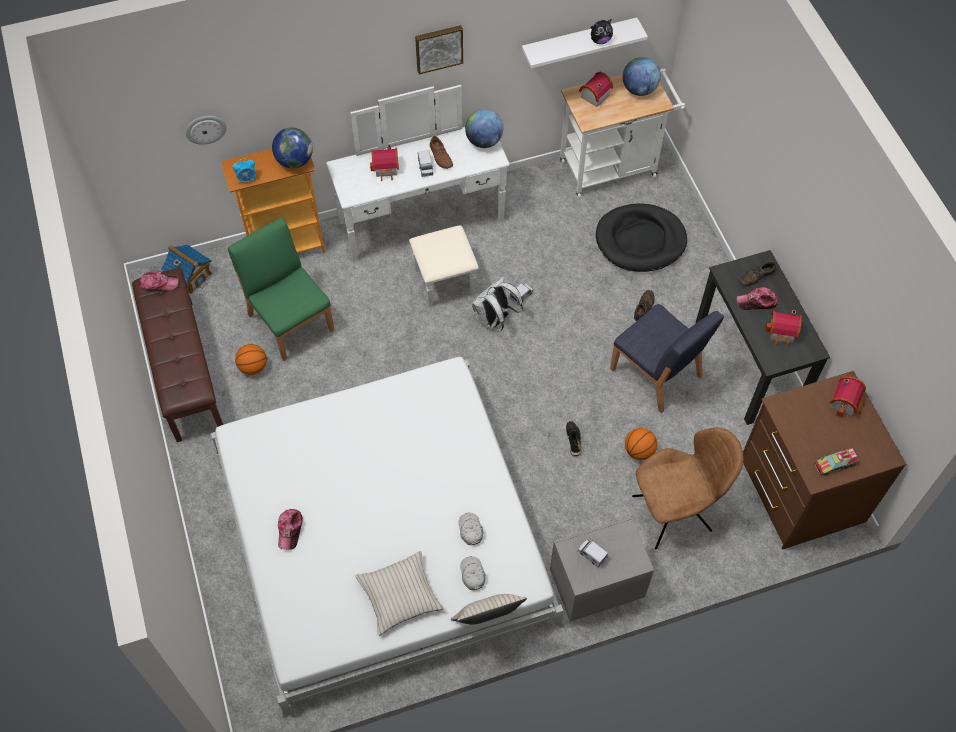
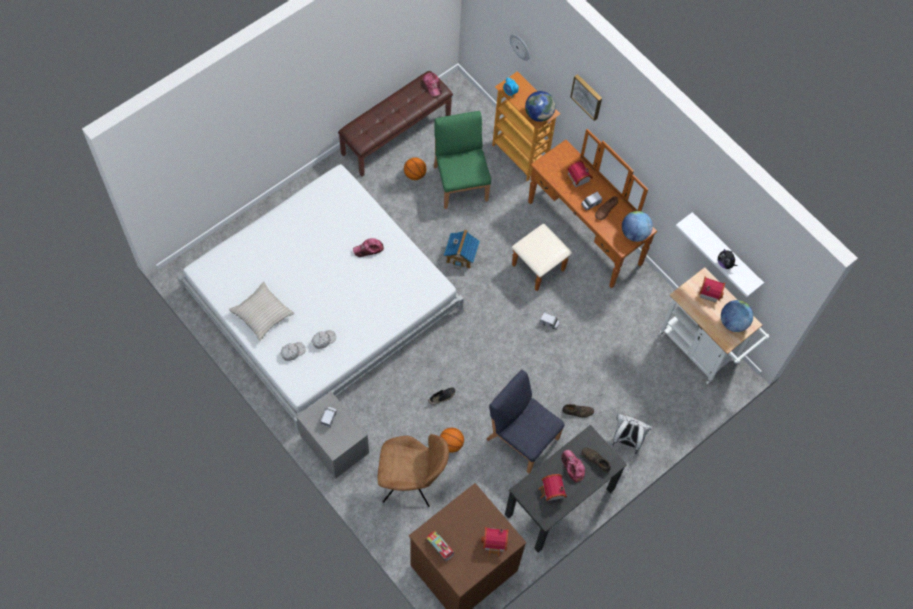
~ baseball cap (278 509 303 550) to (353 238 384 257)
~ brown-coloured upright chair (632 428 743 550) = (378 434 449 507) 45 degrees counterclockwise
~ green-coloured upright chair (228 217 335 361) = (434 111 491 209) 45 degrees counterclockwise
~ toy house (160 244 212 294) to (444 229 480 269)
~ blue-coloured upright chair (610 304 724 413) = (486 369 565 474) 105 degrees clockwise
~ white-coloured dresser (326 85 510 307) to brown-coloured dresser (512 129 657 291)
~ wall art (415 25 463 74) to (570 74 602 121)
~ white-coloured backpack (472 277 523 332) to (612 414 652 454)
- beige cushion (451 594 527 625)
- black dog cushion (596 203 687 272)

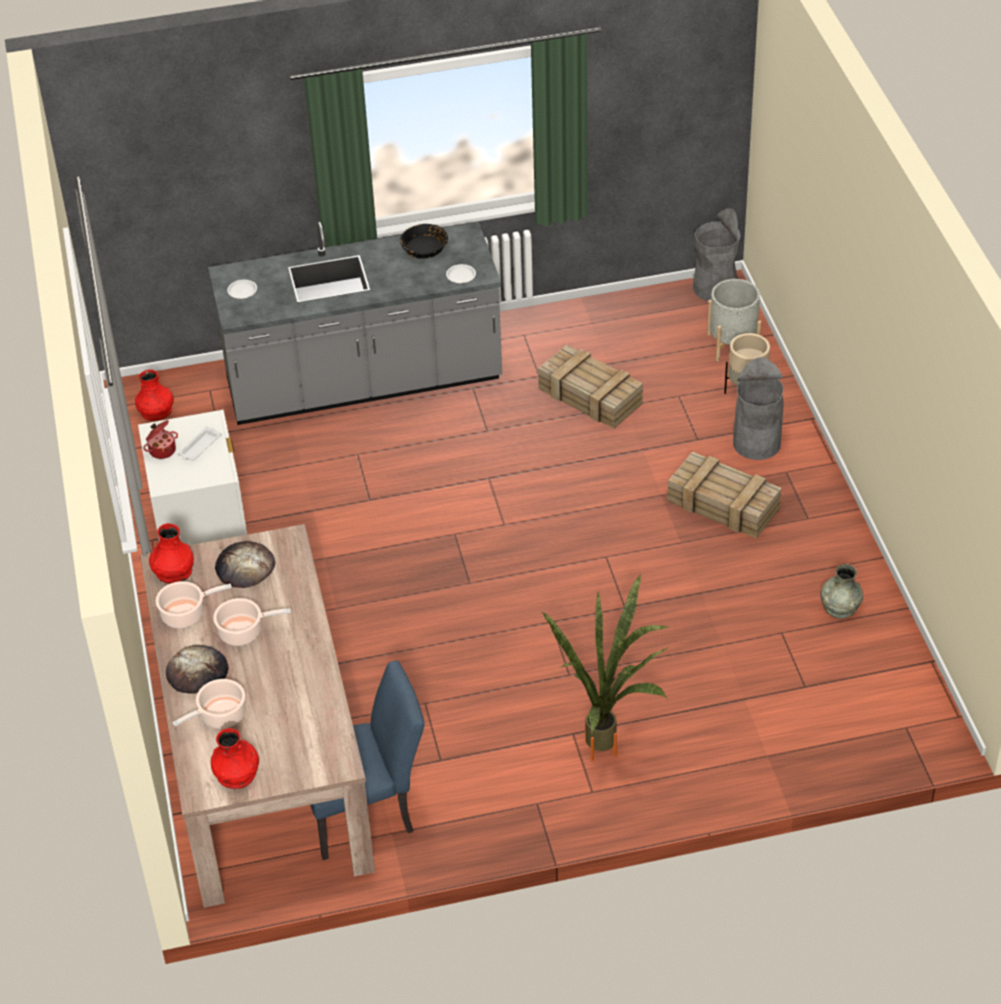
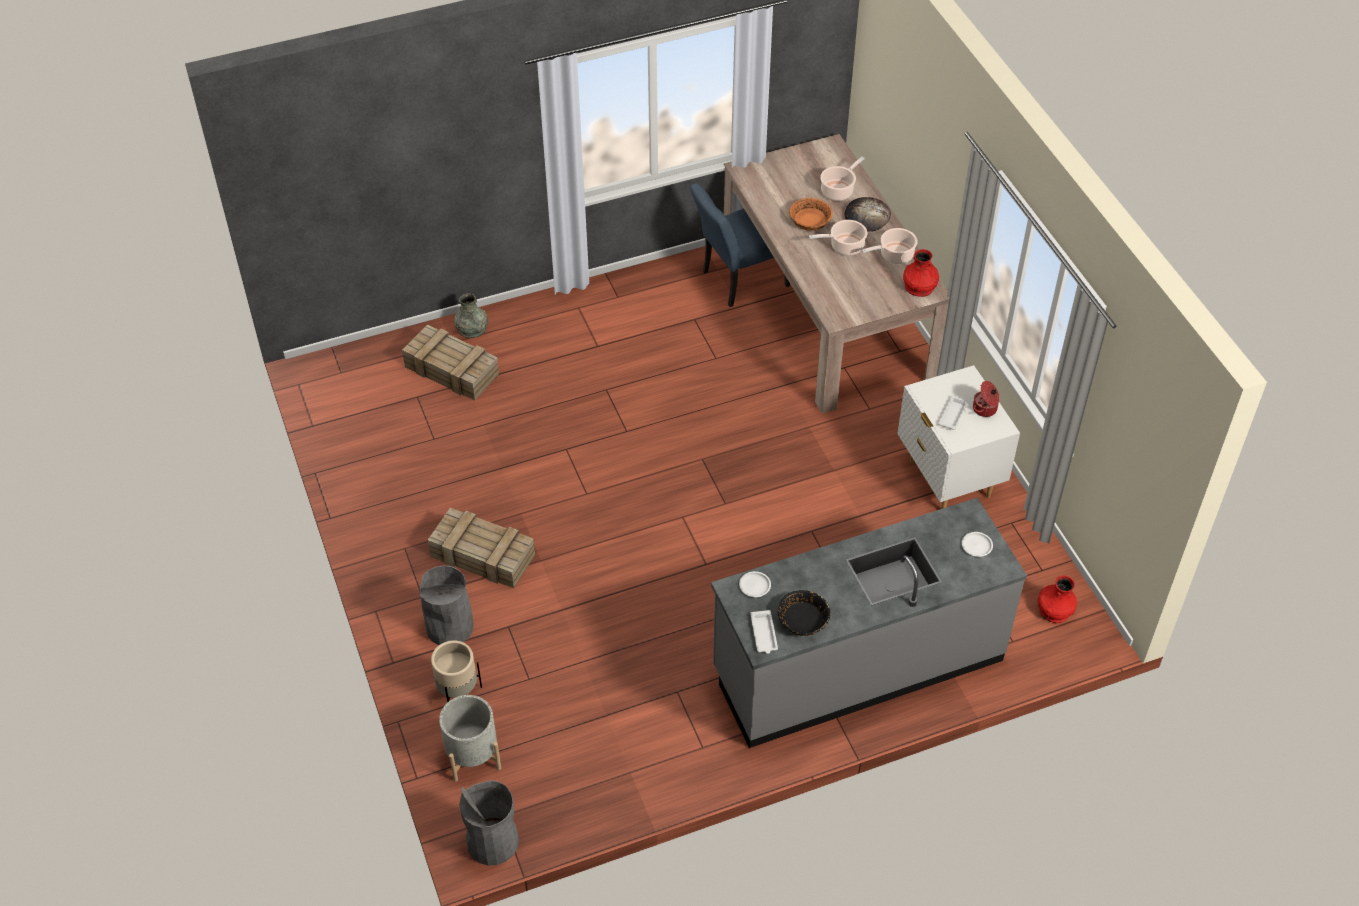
~ packing crate (538 345 643 429) to (402 325 499 401)
~ gray decorative vase (820 564 863 619) to (454 293 488 338)
+ white-coloured serving tray (750 610 778 654)
+ orange bowl (789 198 833 231)
- red decorative vase (211 728 259 789)
- bakery bread (215 541 275 588)
- potted plant (542 574 671 761)

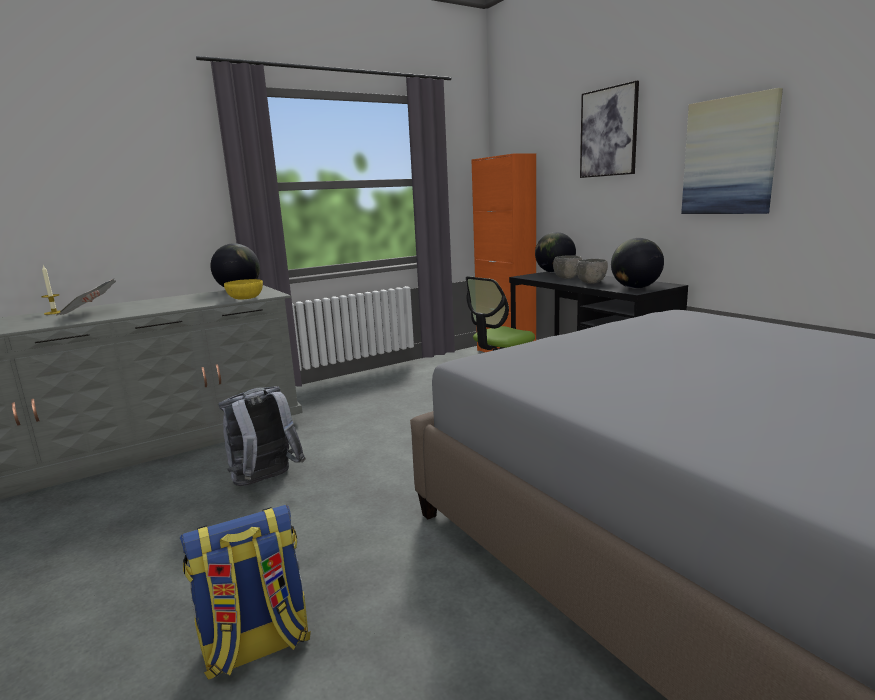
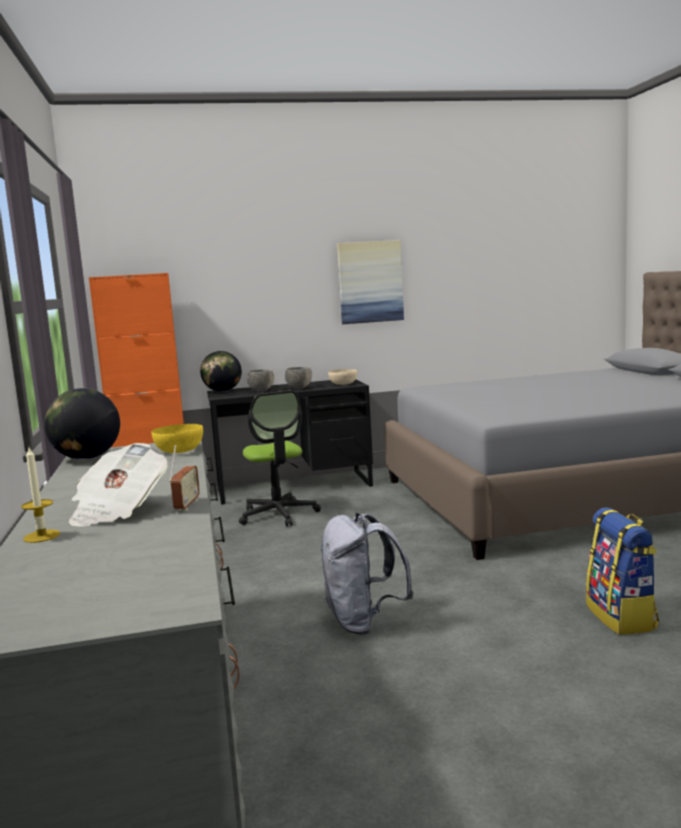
+ radio set (169 445 200 511)
~ world globe (611 238 664 288) to beige bowl (328 369 357 385)
- wall art (580 80 639 178)

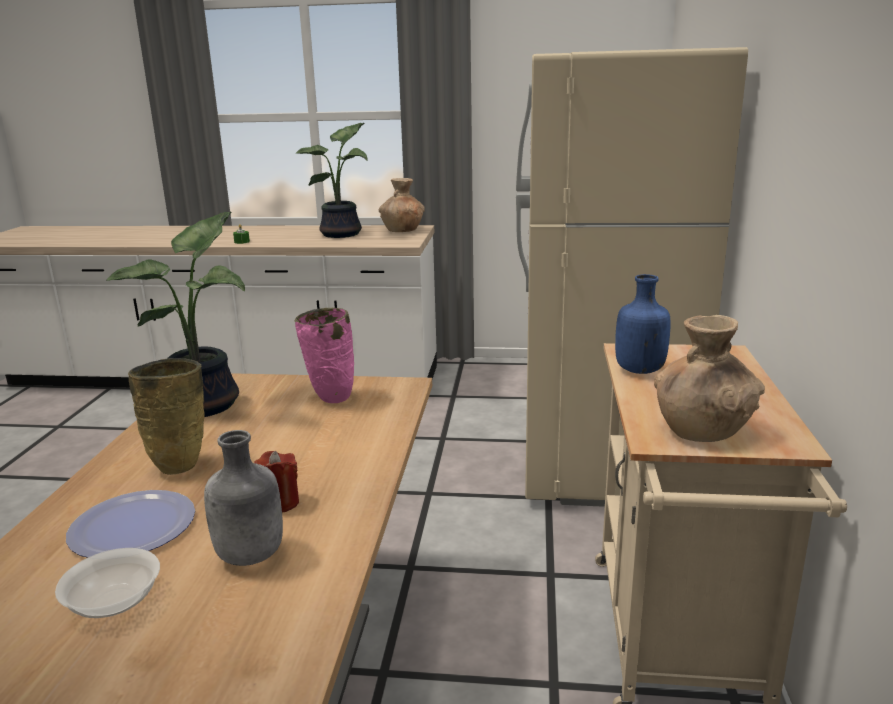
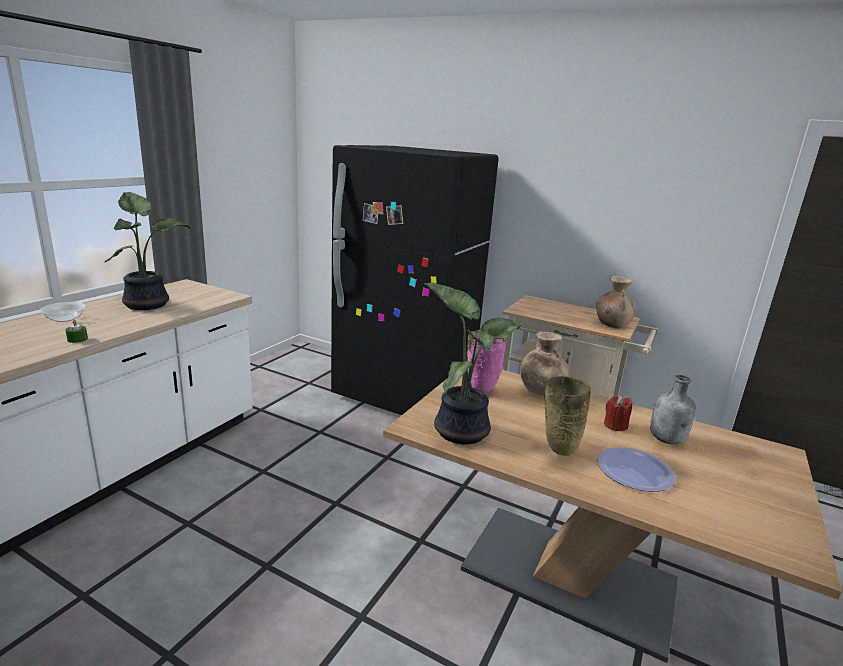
~ bowl (55 548 160 618) to (40 302 86 322)
~ beige fridge (516 47 748 507) to black fridge (331 145 499 415)
~ brown-coloured decorative vase (379 178 425 232) to (520 332 569 396)
- blue-coloured beverage bottle (615 274 671 374)

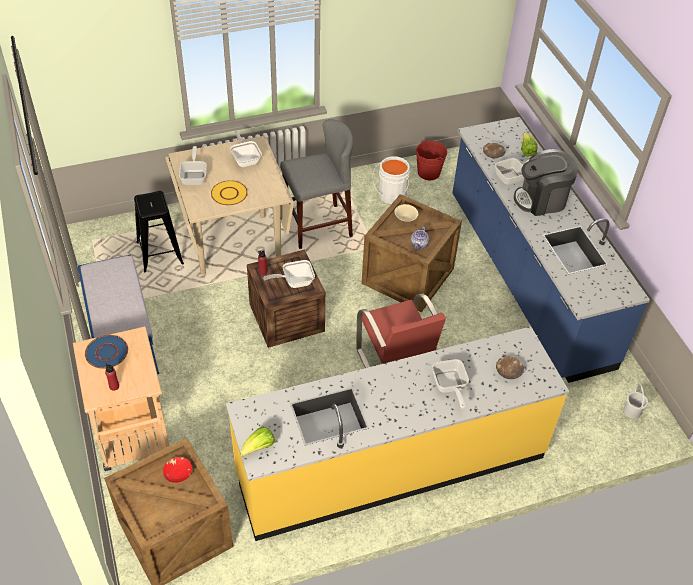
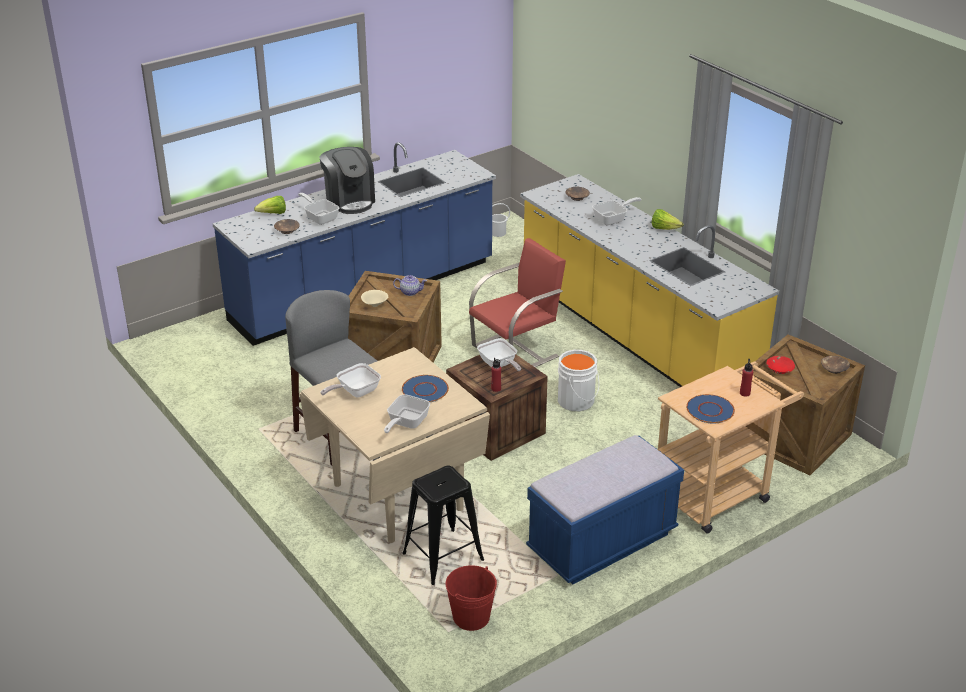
~ frying pan (179 146 207 185) = (384 394 430 433) 45 degrees counterclockwise
~ yellowish dinner plate (211 180 248 205) to blue-coloured dinner plate (402 375 449 402)
~ red bucket (416 141 447 180) to (446 565 497 631)
~ white-coloured bucket (372 156 410 204) to (558 350 599 411)
~ head of lettuce (240 426 275 457) to (652 209 684 230)
+ brown-coloured bowl (821 356 850 374)

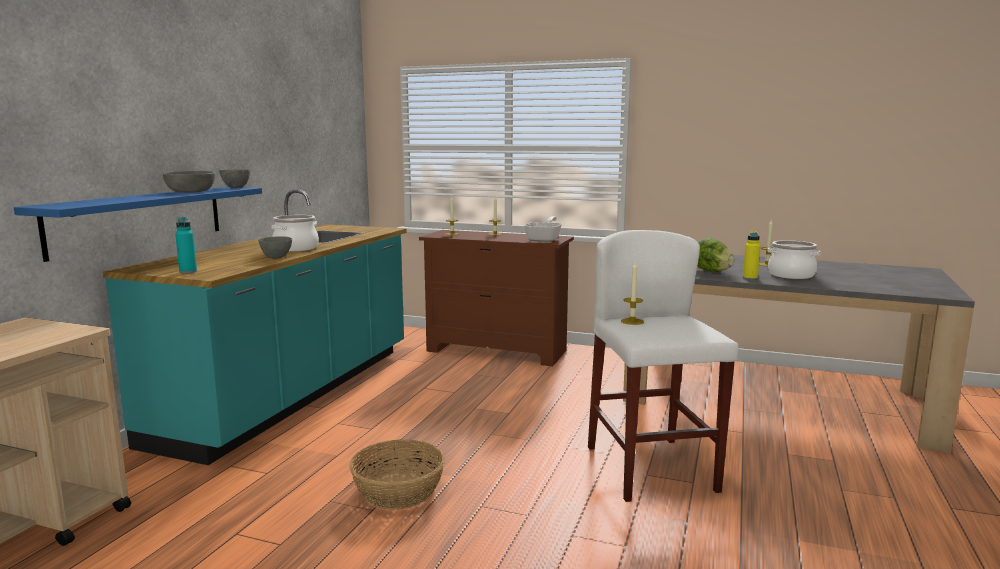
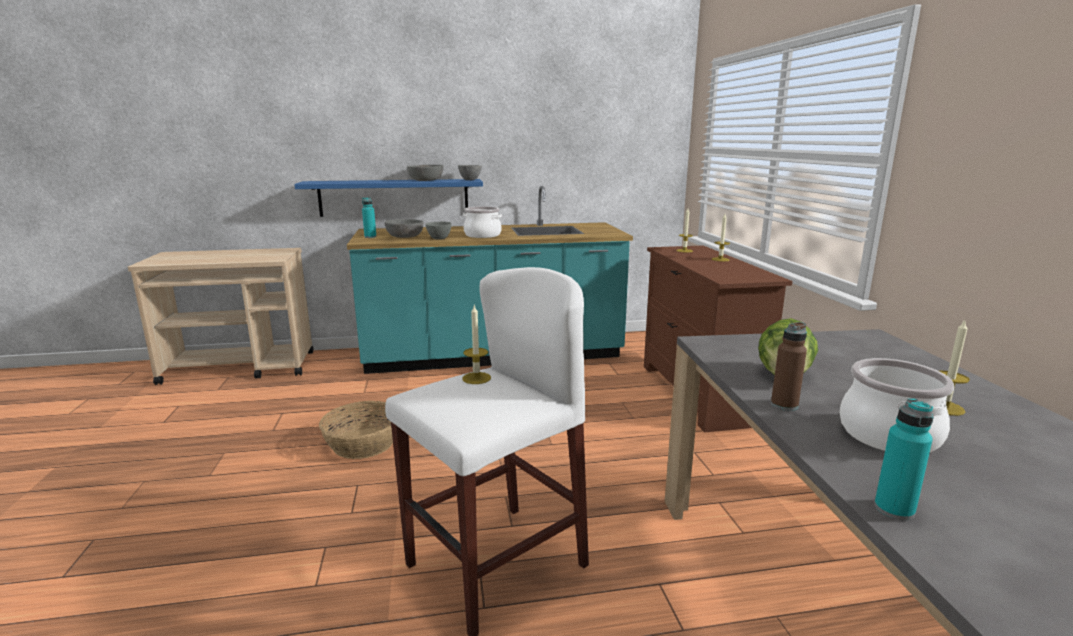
+ gray bowl (385 219 424 238)
~ yellowish beverage bottle (743 231 760 280) to brown-coloured beverage bottle (771 322 807 411)
+ turquoise-coloured beverage bottle (874 398 934 520)
- frying pan (524 216 562 242)

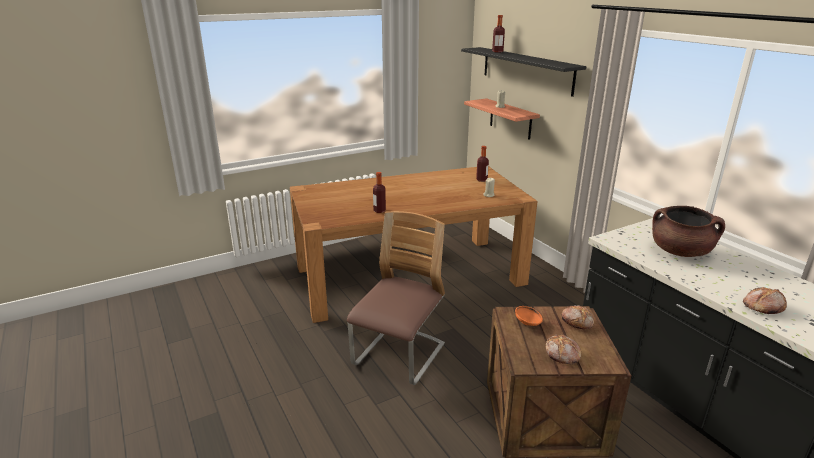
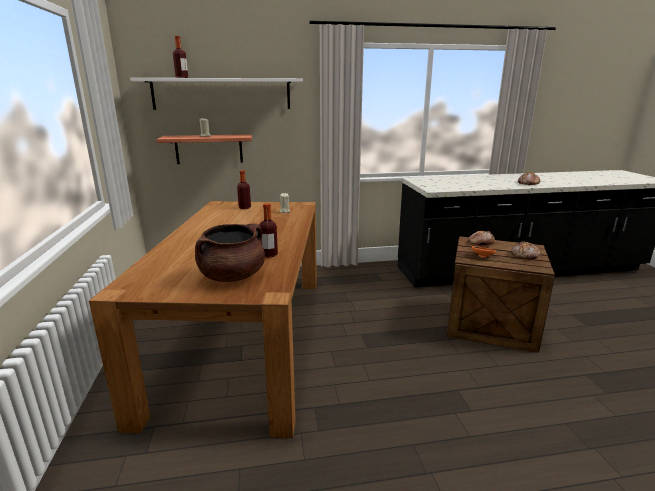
~ black bracket shelf (461 47 586 97) to white-coloured bracket shelf (130 78 303 110)
~ brown-coloured stockpot (652 206 725 257) to (195 224 265 282)
- upright chair (347 211 445 385)

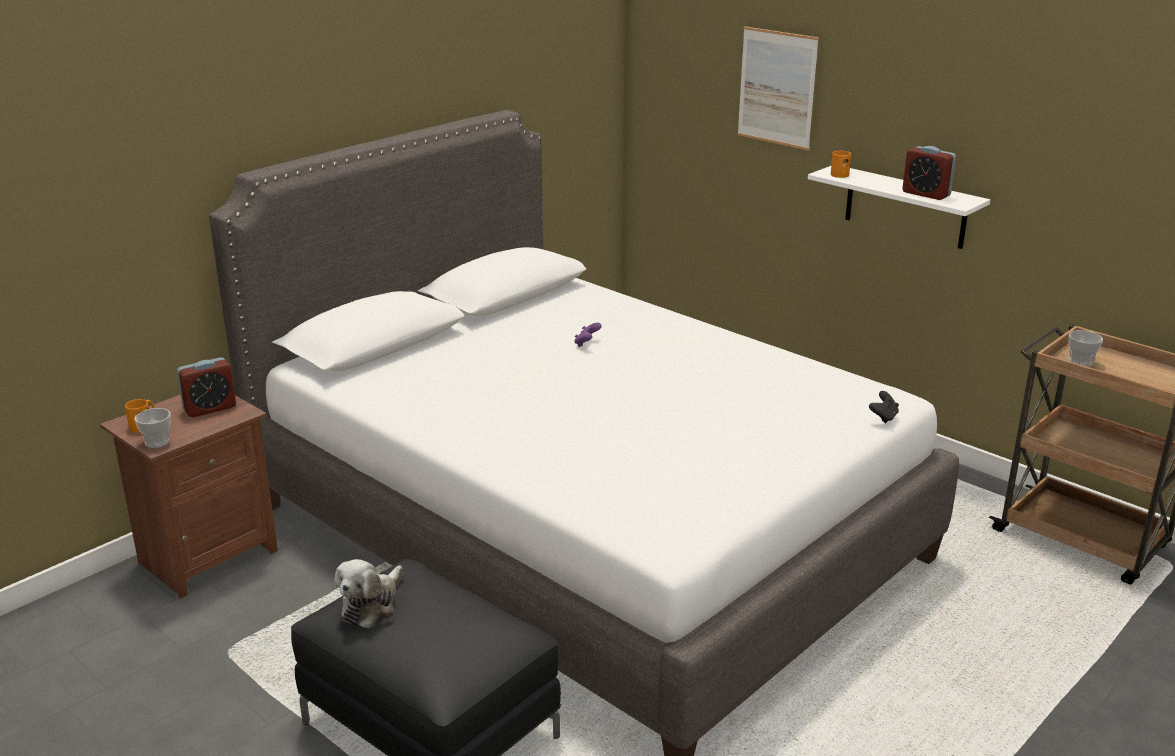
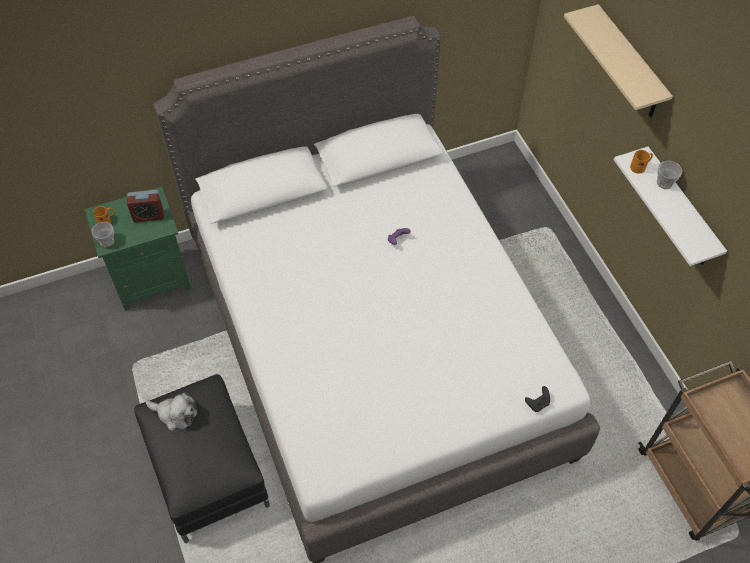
~ brown-coloured nightstand (100 395 278 599) to green-coloured nightstand (85 187 192 310)
~ plush toy (335 559 403 629) = (146 392 197 431) 120 degrees counterclockwise
~ wall art (737 26 819 150) to beige bracket shelf (564 4 673 118)
~ drinking cup (1069 330 1103 367) to (657 161 682 189)
- alarm clock (902 146 956 200)

